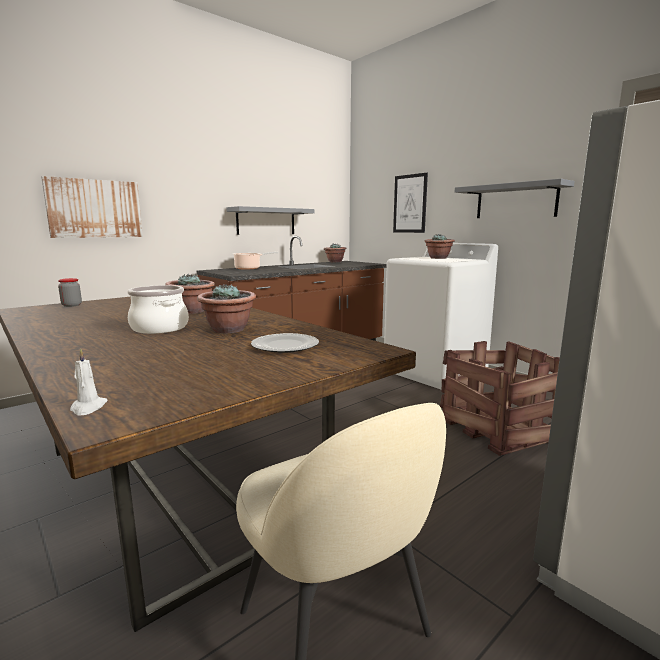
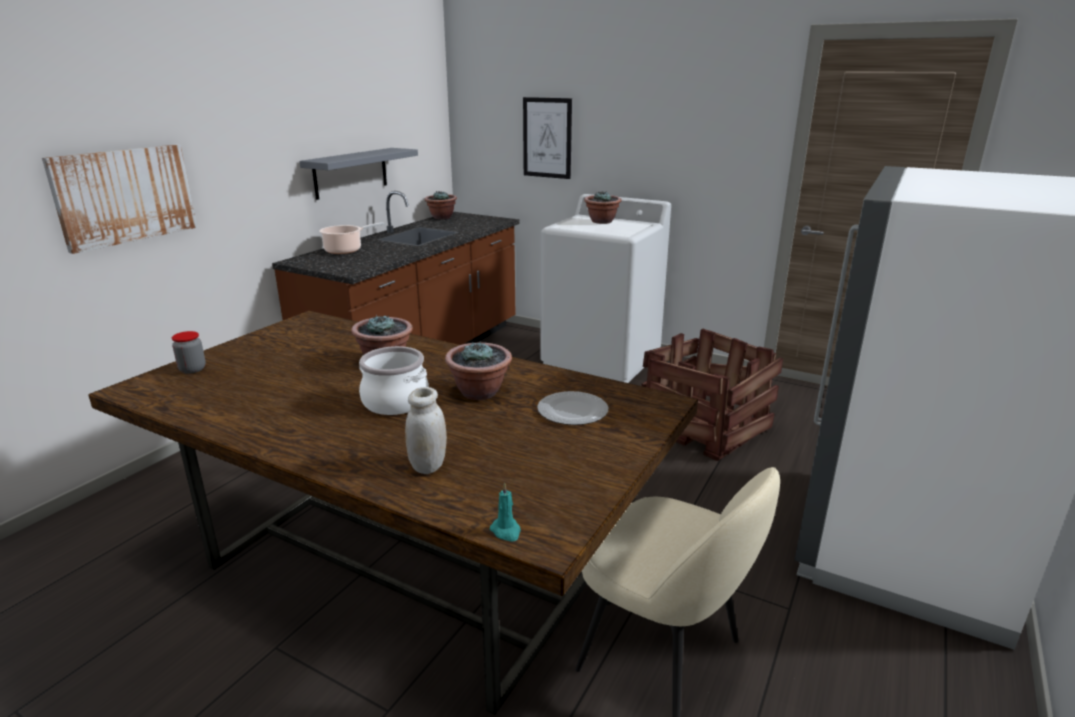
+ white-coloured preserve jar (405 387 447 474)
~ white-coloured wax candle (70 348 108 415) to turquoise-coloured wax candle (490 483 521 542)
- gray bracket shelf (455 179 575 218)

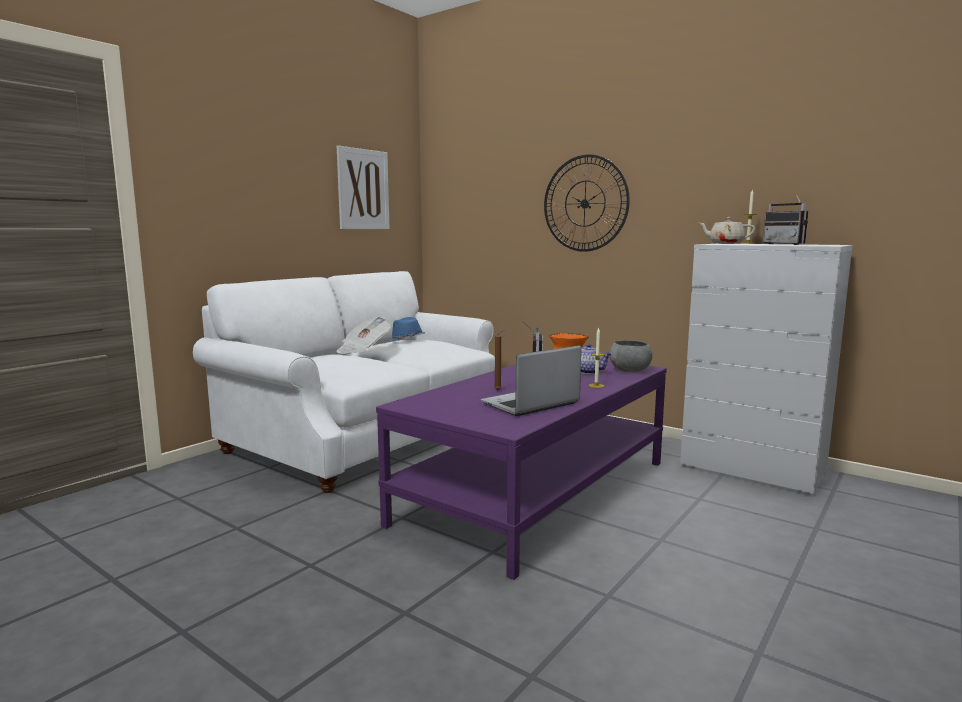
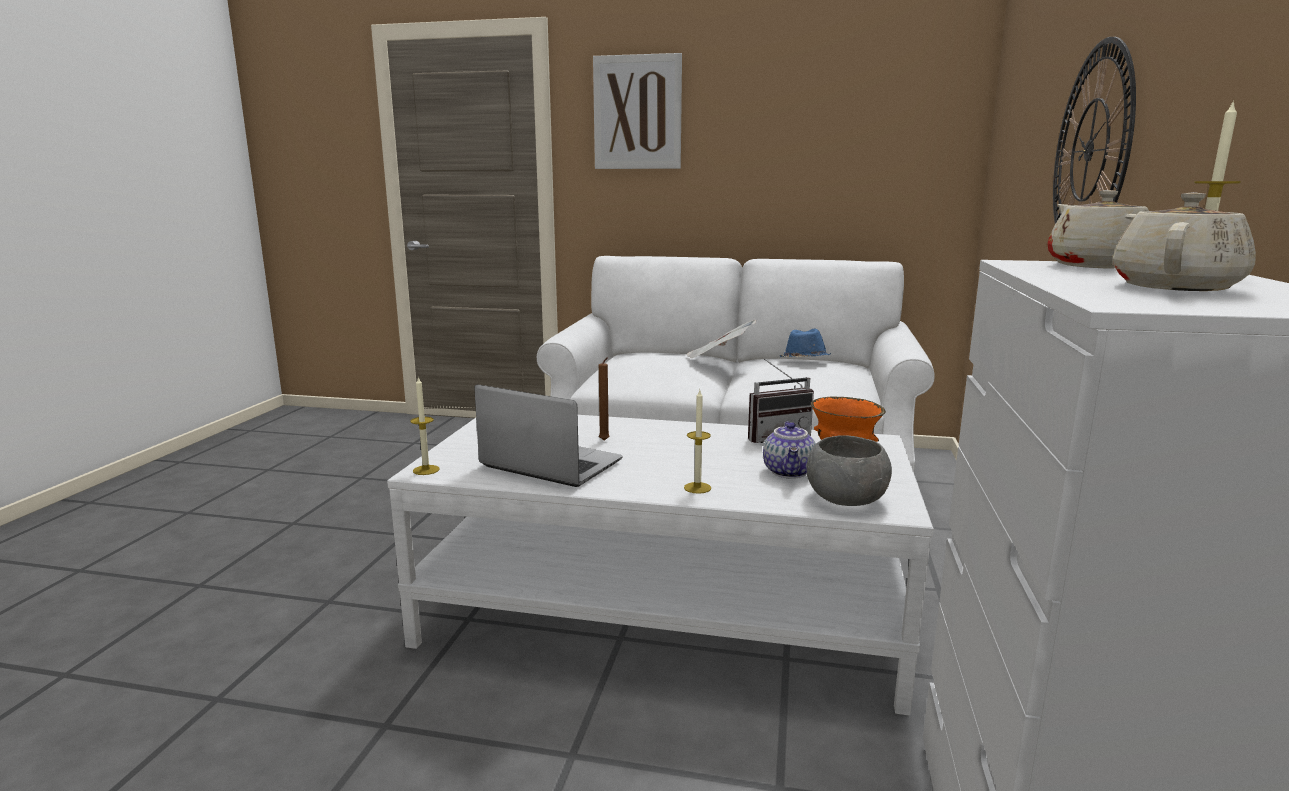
~ purple-coloured lounge table (376 360 667 580) to white-coloured lounge table (387 415 934 715)
+ wax candle (410 377 439 475)
~ wall art (337 145 390 229) to (593 53 682 169)
~ radio set (763 194 808 245) to beige pot for tea (1113 192 1256 291)

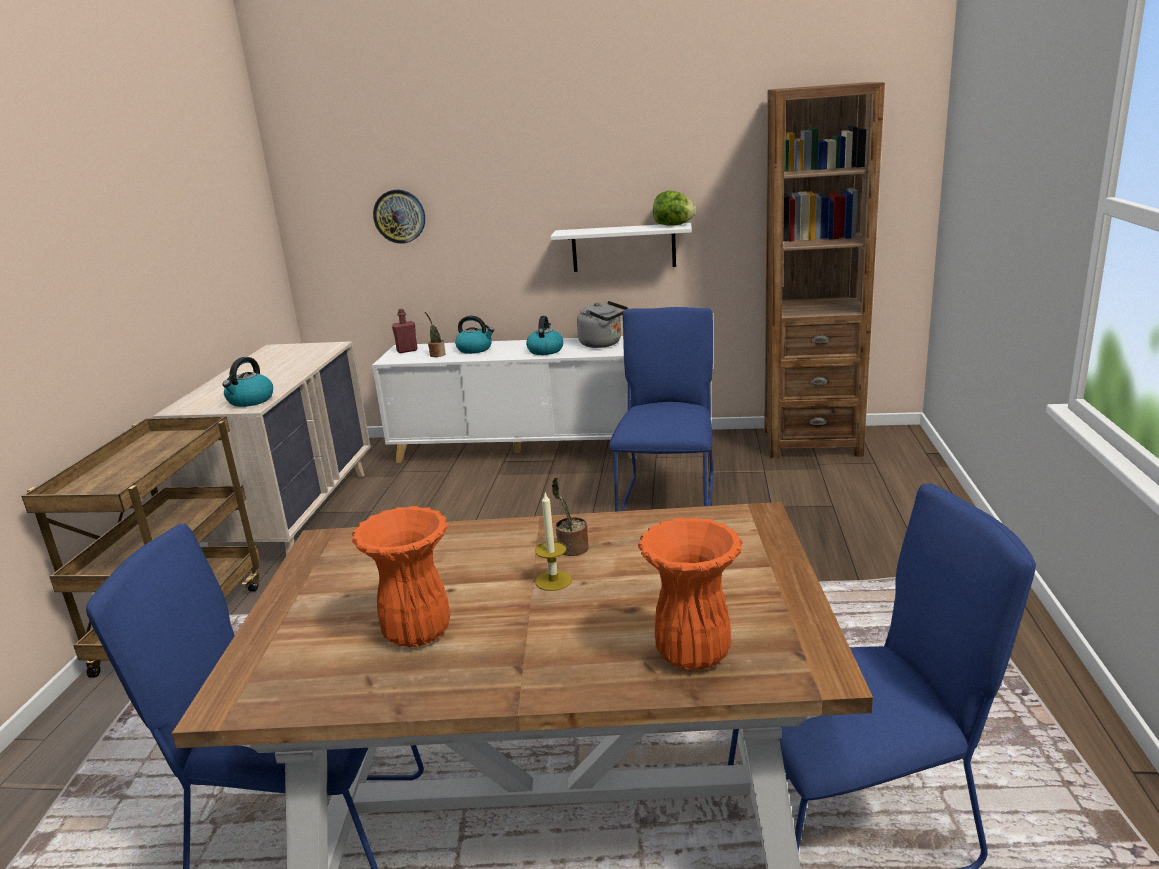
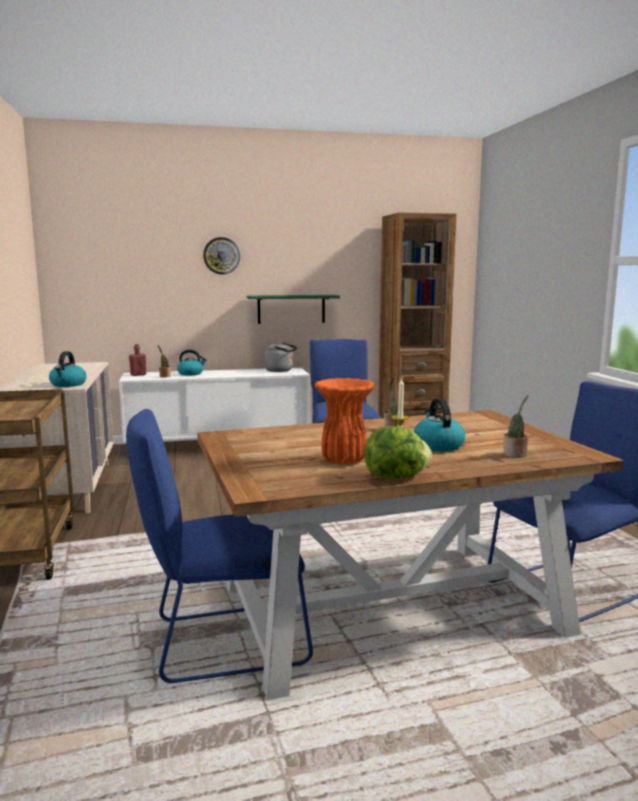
~ hanging clock (373 189 425 244) to (203 237 240 275)
~ white-coloured bracket shelf (550 223 692 272) to green-coloured bracket shelf (247 295 340 324)
~ head of lettuce (653 191 696 226) to (365 426 432 478)
~ tea kettle (526 316 564 355) to (414 398 465 452)
~ orange decorative vase (638 517 743 670) to potted plant (503 395 529 458)

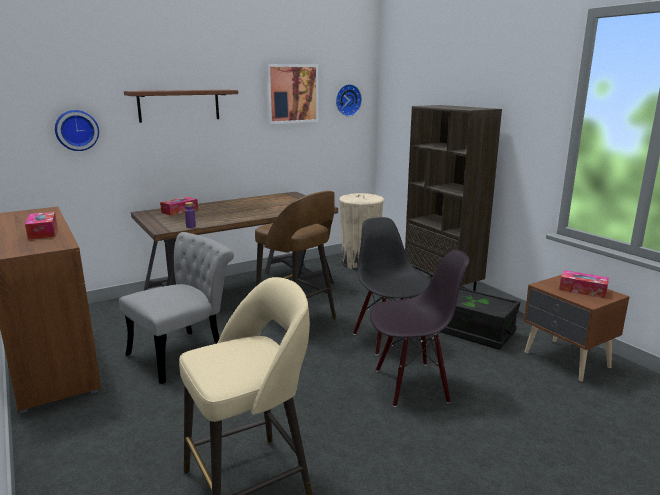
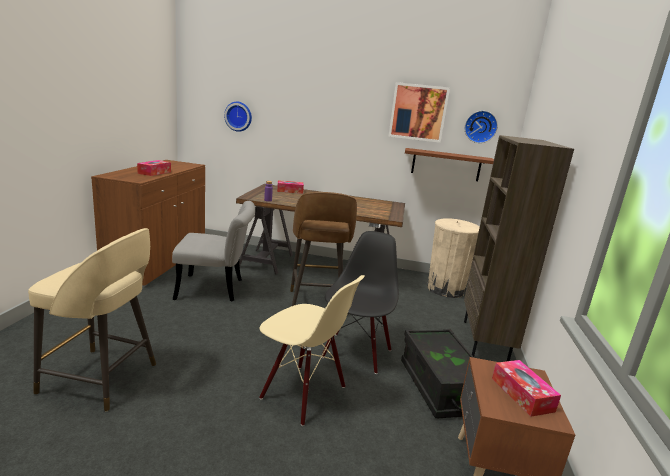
~ black upright chair (370 250 470 407) to beige upright chair (259 275 365 426)
~ brown-coloured bracket shelf (124 90 238 123) to (405 148 494 181)

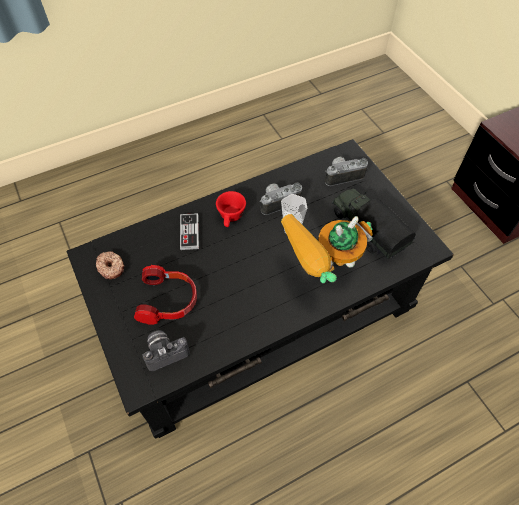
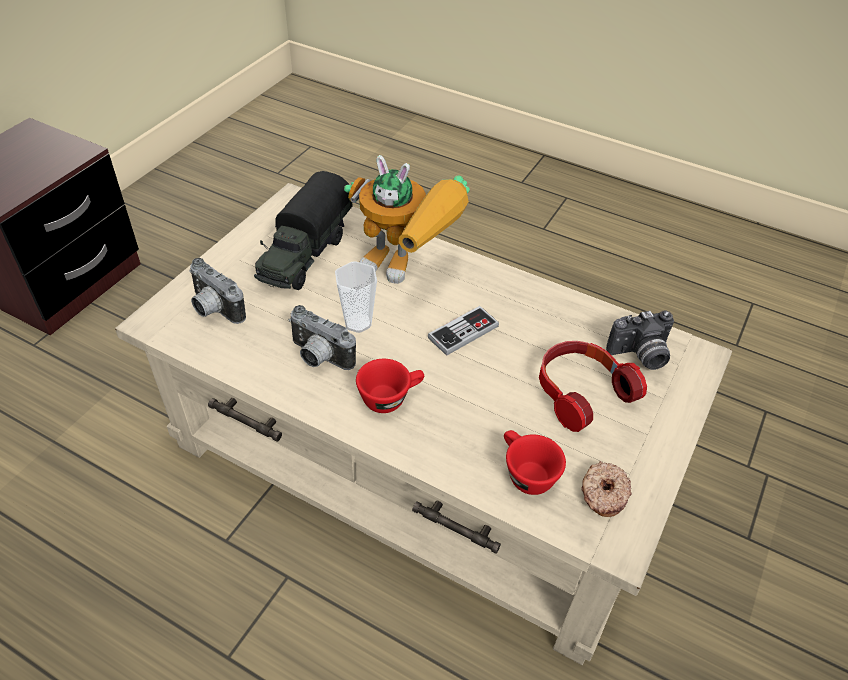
~ black lounge table (67 139 454 439) to beige lounge table (115 183 732 665)
~ joypad (180 213 199 250) to (428 306 499 356)
+ red drinking cup (504 430 566 495)
~ photo camera (142 330 190 371) = (606 310 674 370) 45 degrees counterclockwise

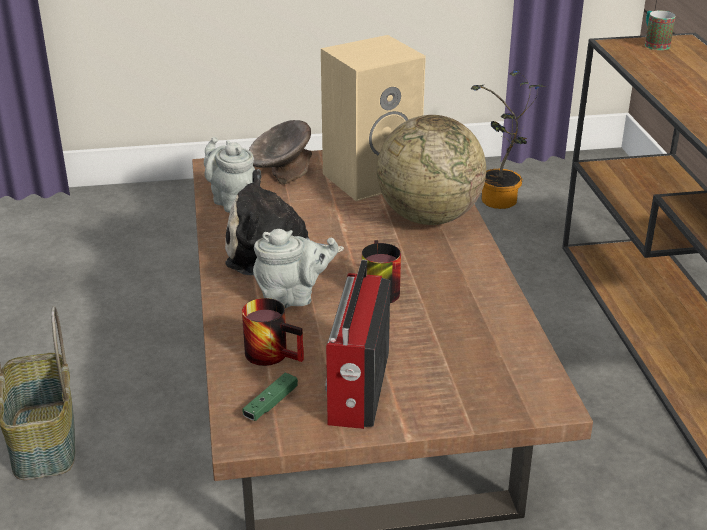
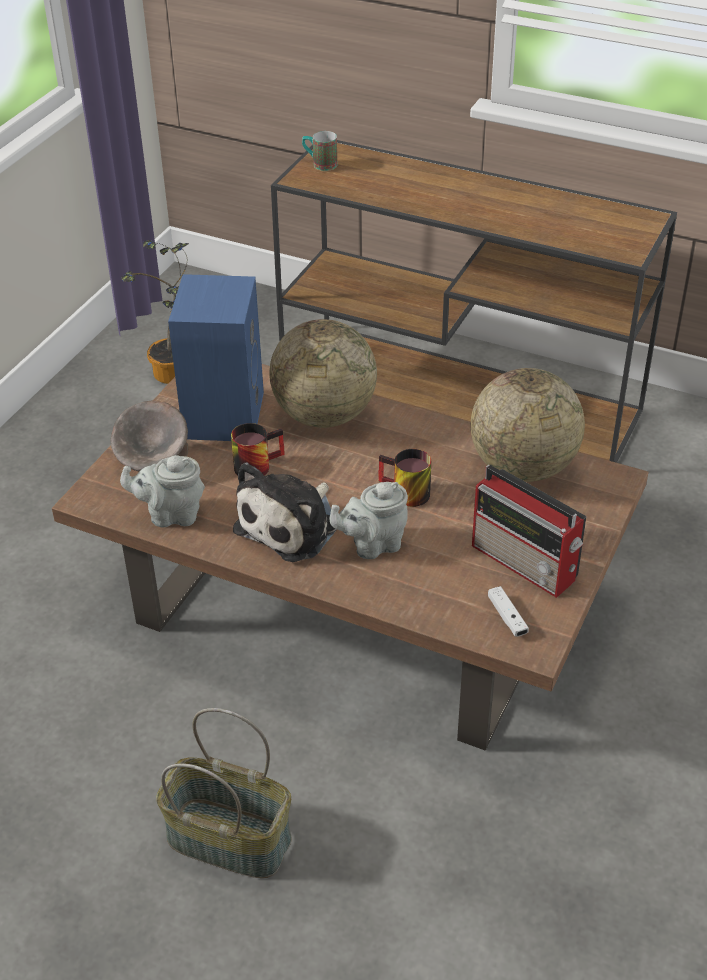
~ beige audio speaker (321 35 426 201) to blue-coloured audio speaker (168 274 264 441)
~ tea mug (242 298 304 366) to (231 423 285 476)
~ gray pot for tea (253 229 339 308) = (330 482 408 559) 135 degrees counterclockwise
+ world globe (471 368 585 482)
~ green-coloured joypad (243 373 298 421) to white-coloured joypad (488 586 529 637)

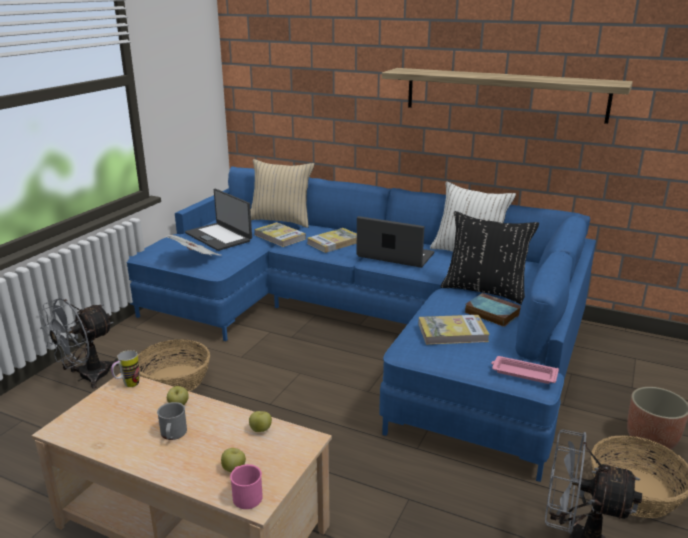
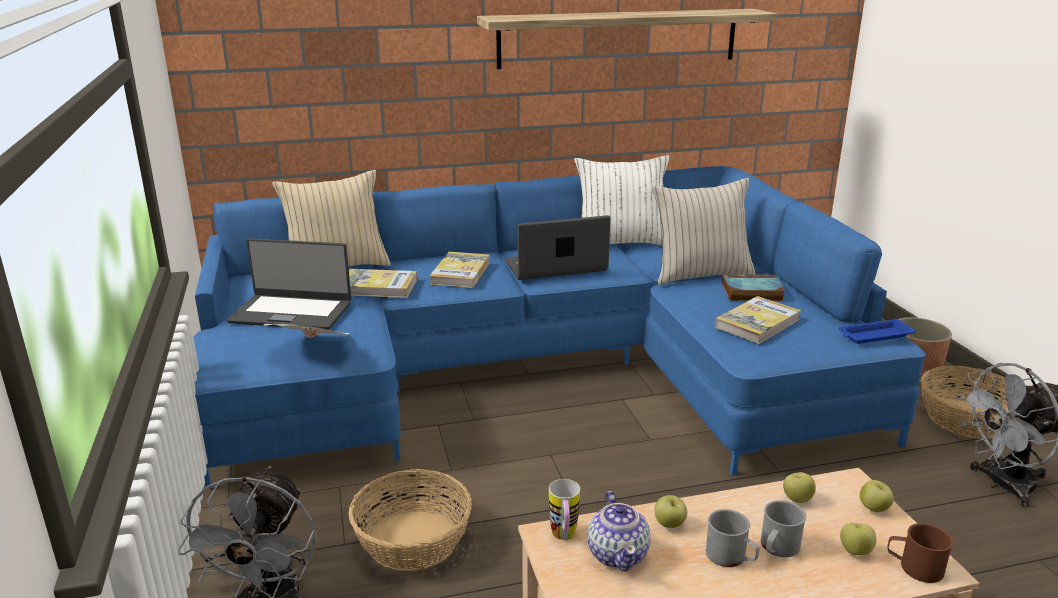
+ pot for tea (588 491 650 571)
~ black cushion (441 211 539 305) to beige cushion (652 178 756 285)
+ gray tea mug (761 500 806 557)
~ pink-coloured serving tray (491 356 559 384) to blue-coloured serving tray (839 318 916 344)
+ apple (860 480 894 512)
~ pink-coloured tea mug (230 464 263 509) to brown-coloured tea mug (888 523 954 583)

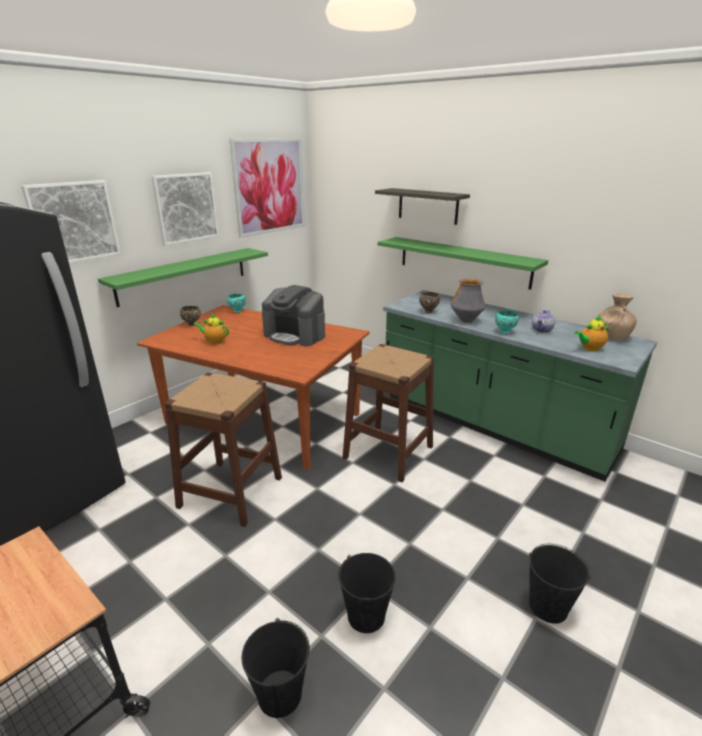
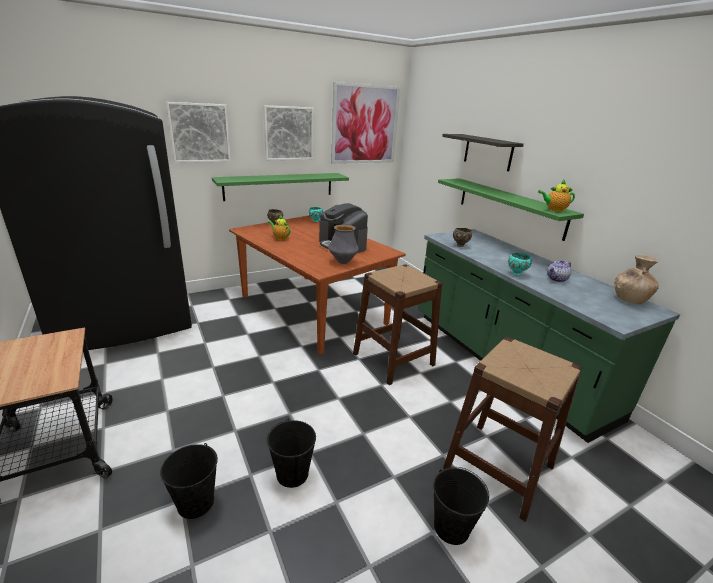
~ decorative vase (451 279 486 323) to (328 225 359 264)
~ brown-coloured stool (165 372 282 527) to (443 337 582 522)
~ pot for tea (574 315 608 351) to (538 180 575 212)

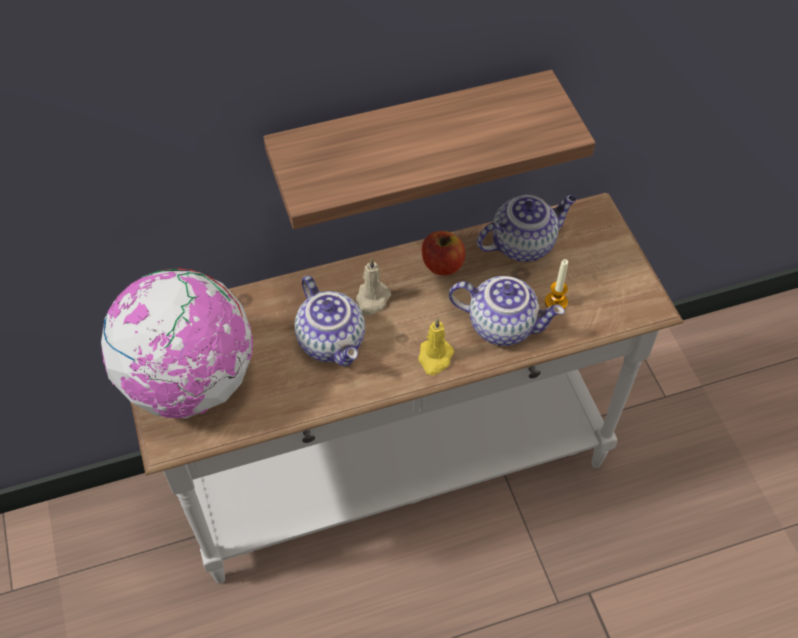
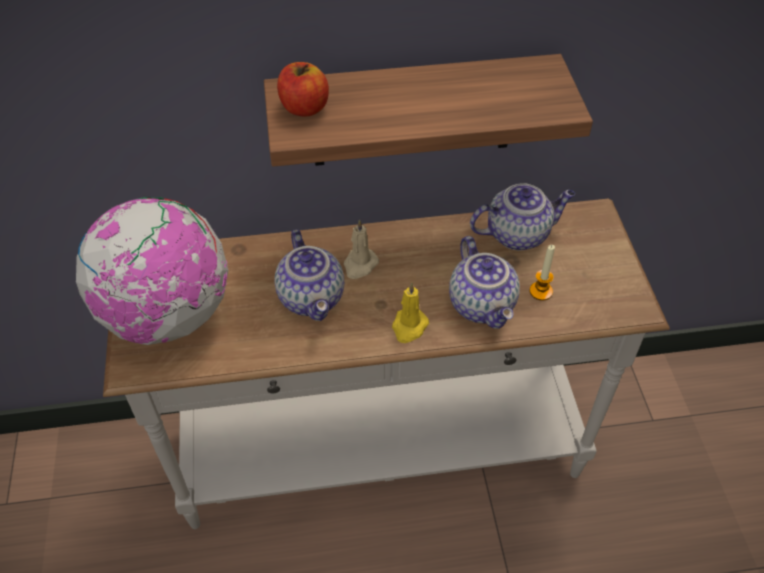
~ apple (422 231 465 275) to (277 62 329 117)
~ pot for tea (449 276 565 346) = (449 236 520 329) 45 degrees clockwise

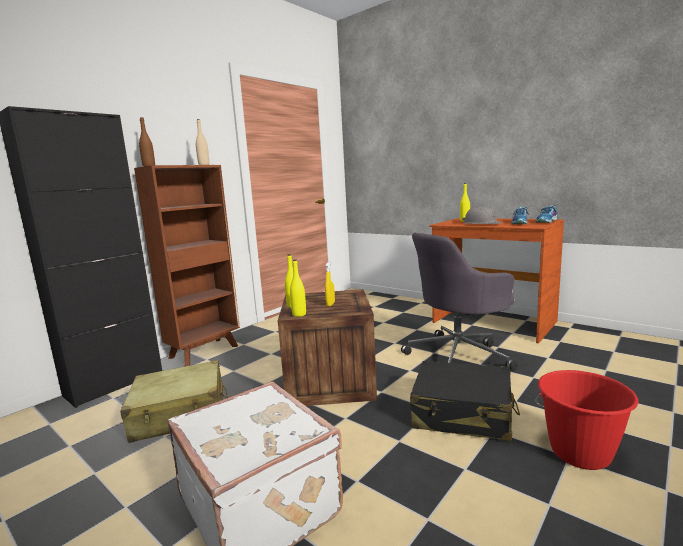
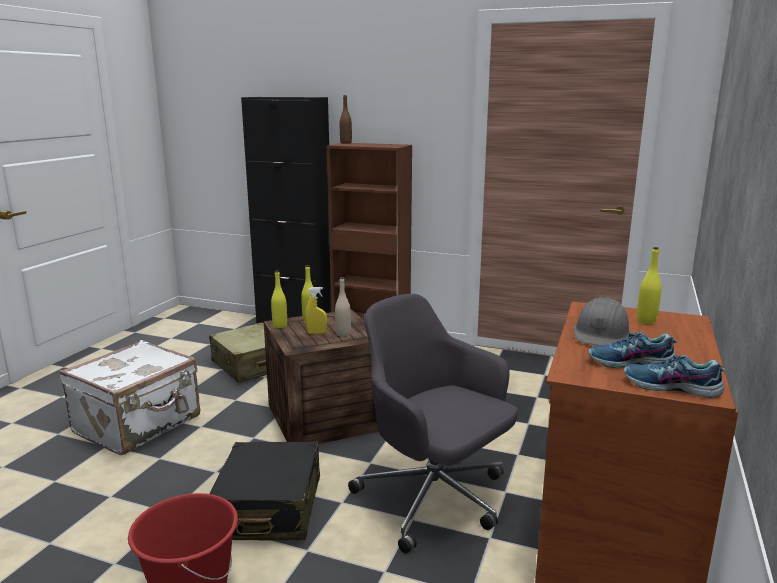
~ beige beverage bottle (196 119 210 165) to (335 277 351 336)

